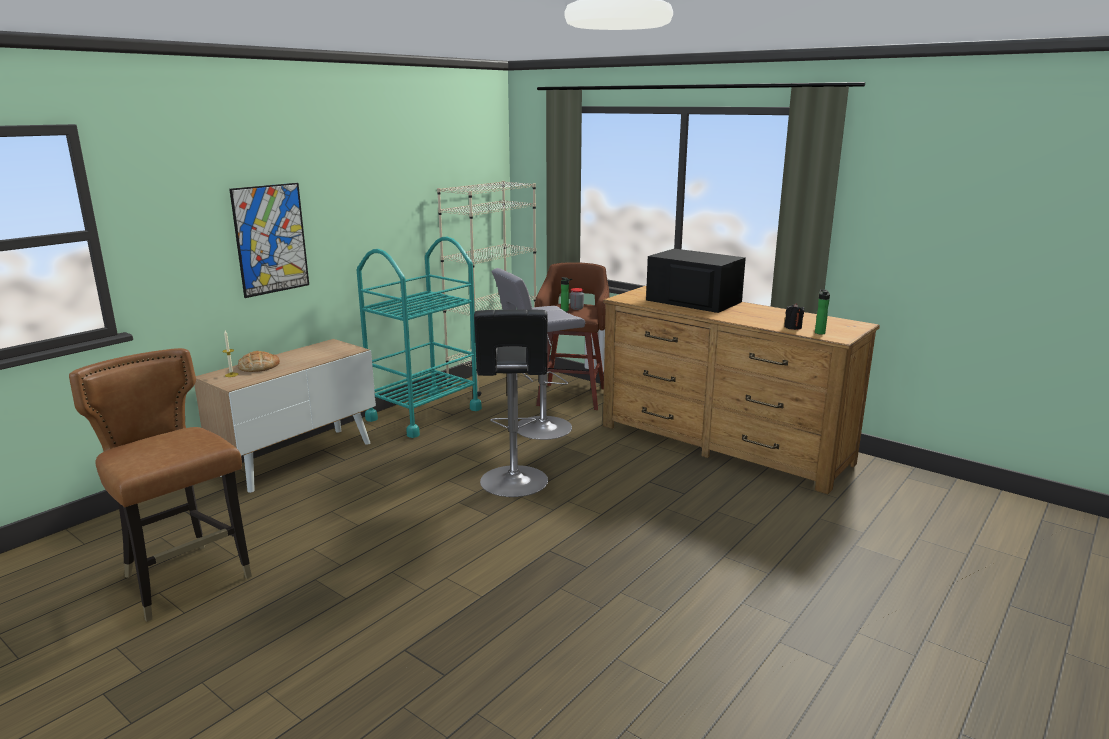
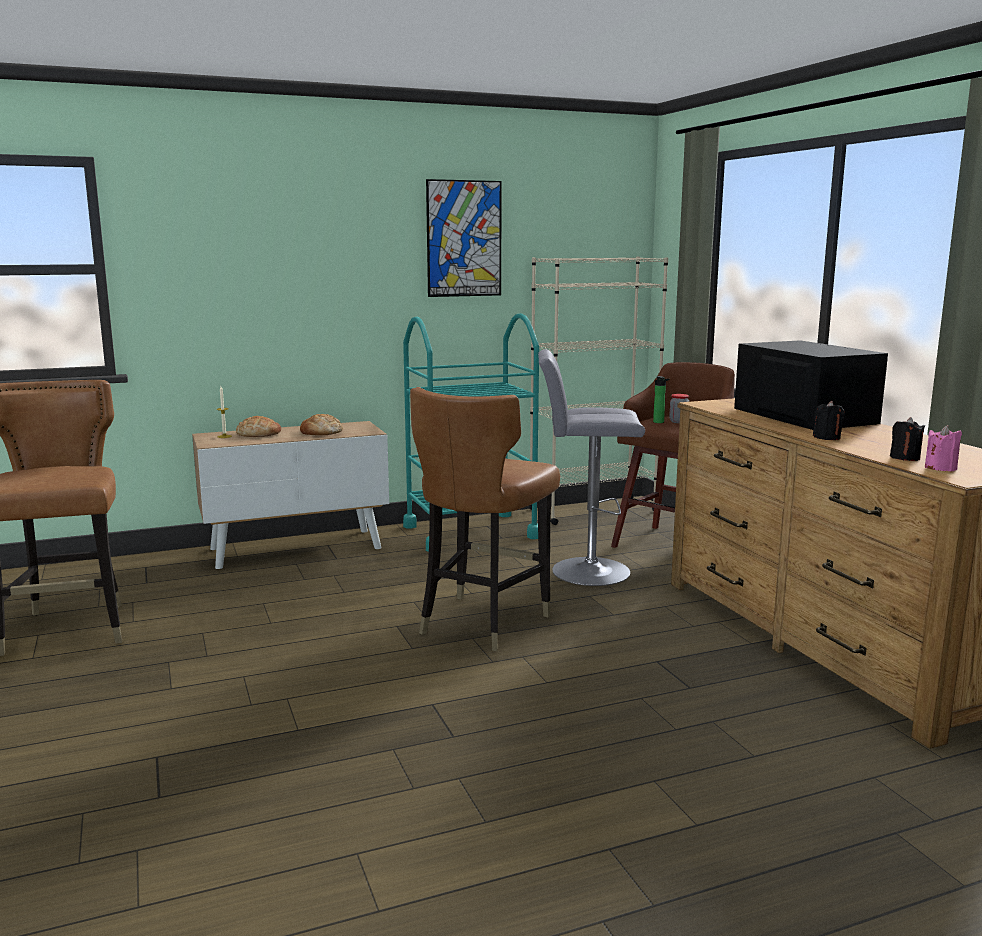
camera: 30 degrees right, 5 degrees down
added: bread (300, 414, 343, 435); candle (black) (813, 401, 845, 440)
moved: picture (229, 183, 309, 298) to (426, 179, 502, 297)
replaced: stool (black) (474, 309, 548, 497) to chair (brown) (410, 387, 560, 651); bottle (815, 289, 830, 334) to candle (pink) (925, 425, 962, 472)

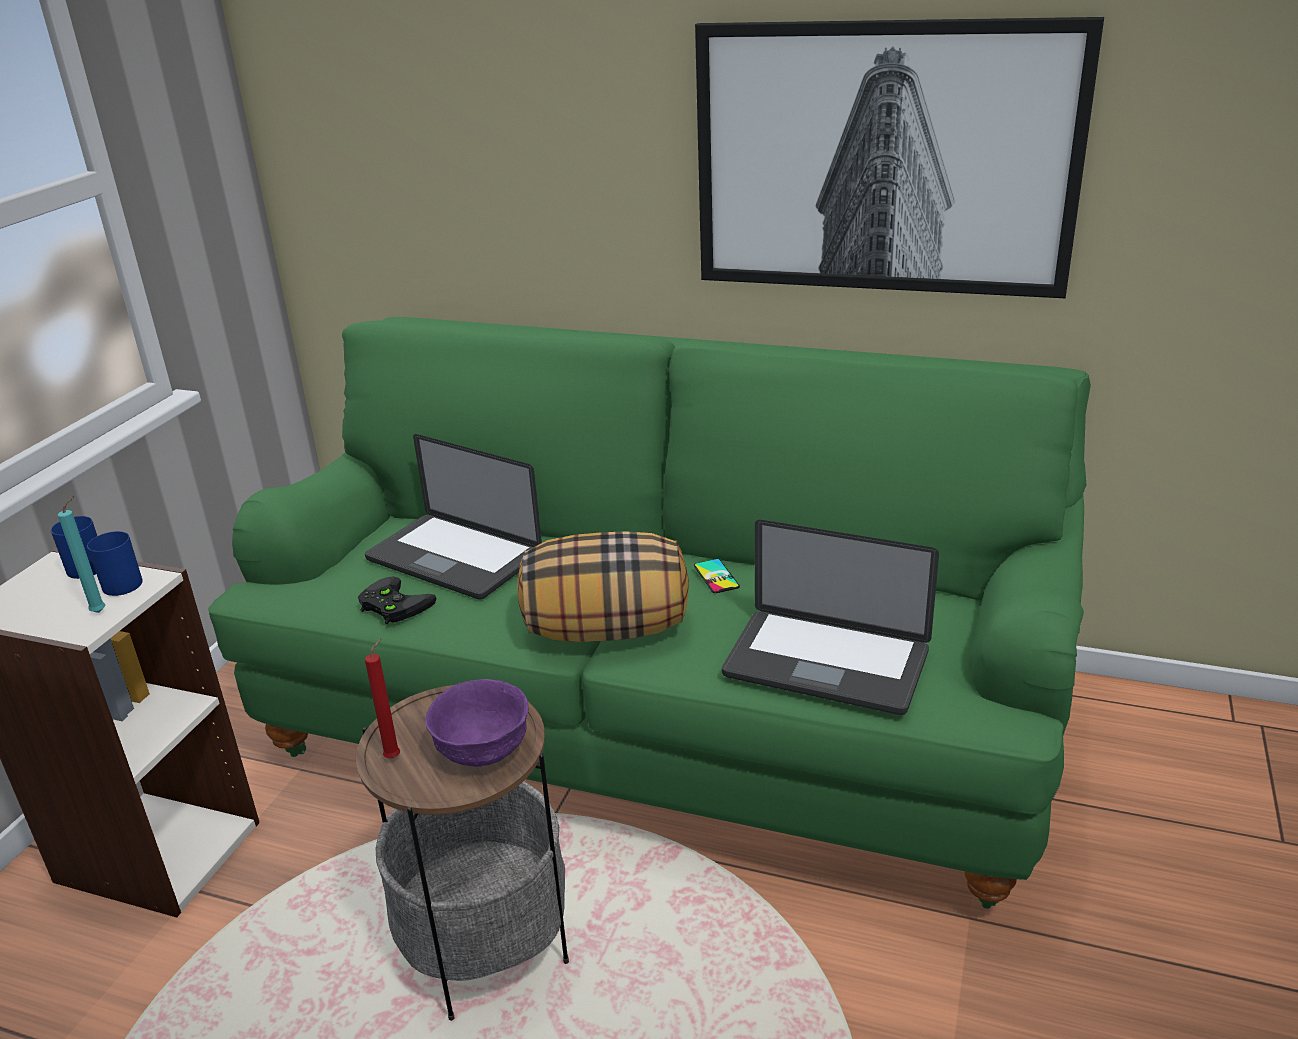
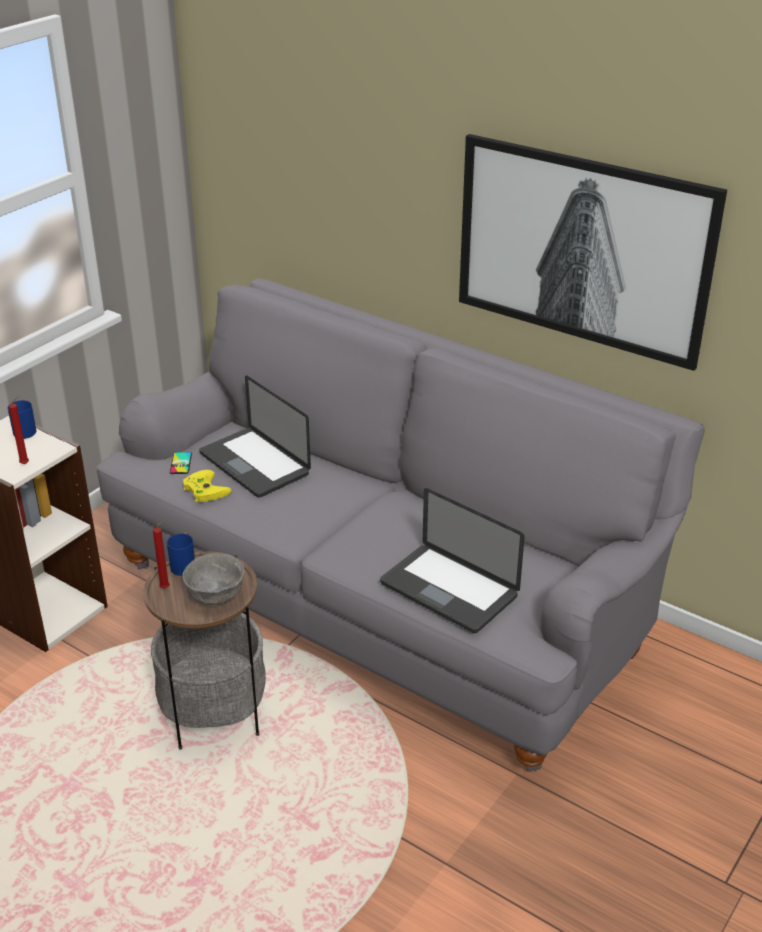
camera: 15 degrees right, 5 degrees up
removed: pillow (517, 531, 689, 642)
moved: mug (blue) (87, 531, 143, 596) to (167, 533, 195, 576); phone (694, 559, 740, 593) to (170, 452, 192, 474)
recoloured: candle (turquoise) (58, 496, 105, 613) to candle (red) (9, 396, 29, 464); sofa (green) (208, 317, 1091, 909) to sofa (grey) (97, 278, 705, 771); game controller (black) (358, 577, 437, 624) to game controller (yellow) (183, 470, 232, 502); bowl (purple) (425, 679, 529, 766) to bowl (grey) (182, 553, 245, 605)

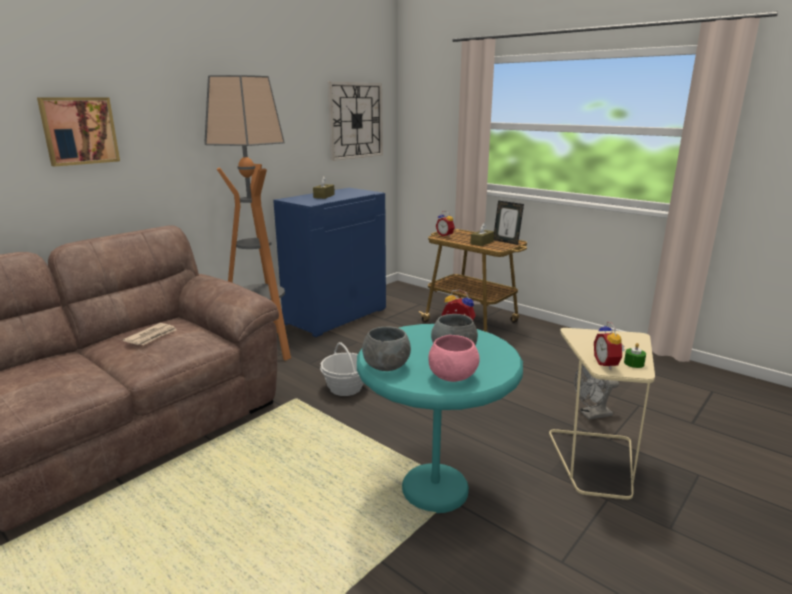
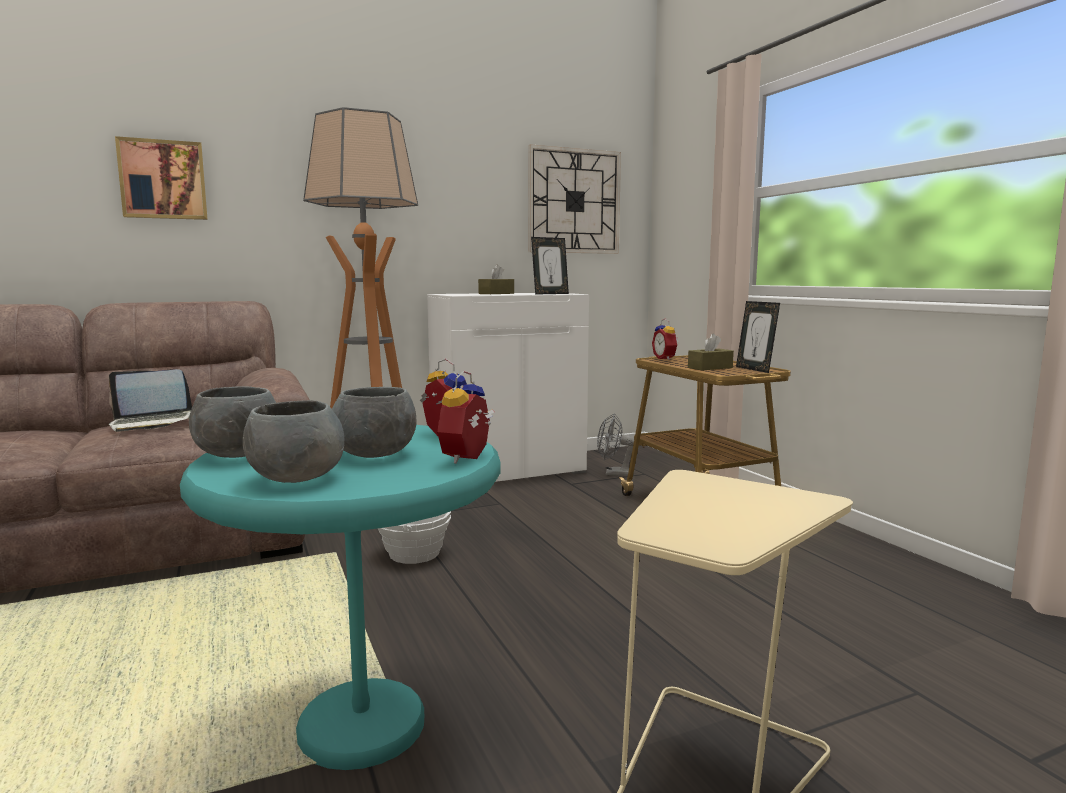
camera: 25 degrees right, 10 degrees down
removed: candle (green) (624, 343, 646, 368)
added: picture frame (531, 237, 569, 295)
moved: fan (grey) (574, 365, 619, 420) to (597, 413, 641, 476); alarm clock (594, 322, 625, 370) to (437, 370, 494, 464)
replaced: newspaper (123, 323, 177, 345) to laptop (109, 369, 192, 432)
recoloured: cabinet (blue) (273, 188, 386, 337) to cabinet (white) (427, 293, 589, 482); bowl (pink) (429, 335, 480, 382) to bowl (grey) (243, 400, 345, 483)

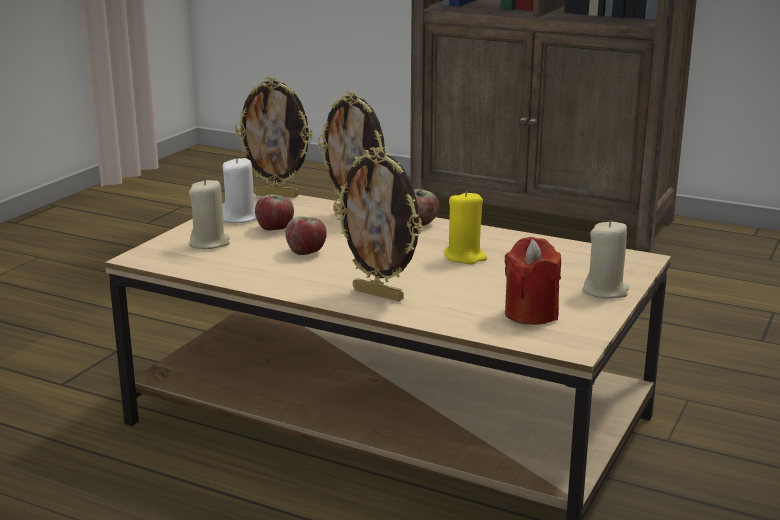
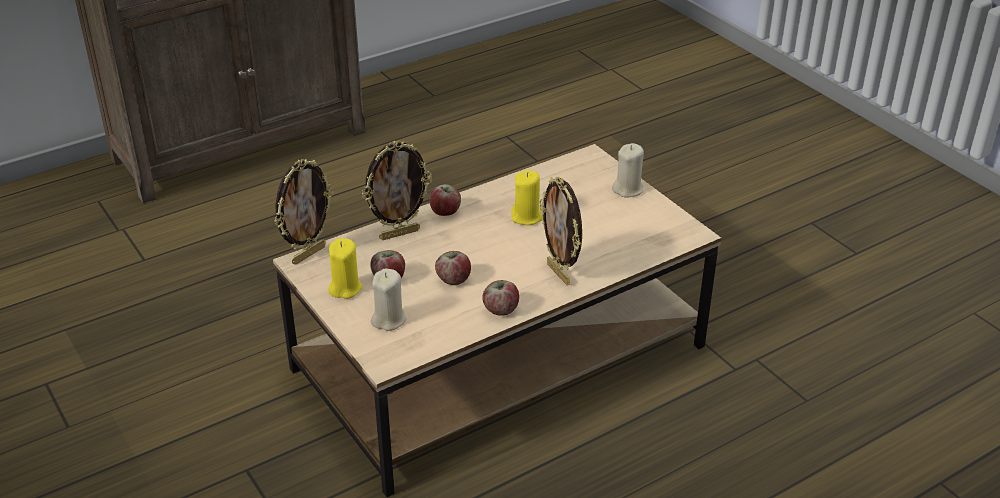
camera: 60 degrees left, 15 degrees up
removed: candle (red) (505, 237, 561, 325)
added: apple (482, 280, 519, 316)
recoloured: candle (white) (222, 157, 257, 223) to candle (yellow) (328, 238, 363, 299)
turned: picture frame (334, 147, 423, 301) = (539, 177, 582, 286) 90 degrees clockwise

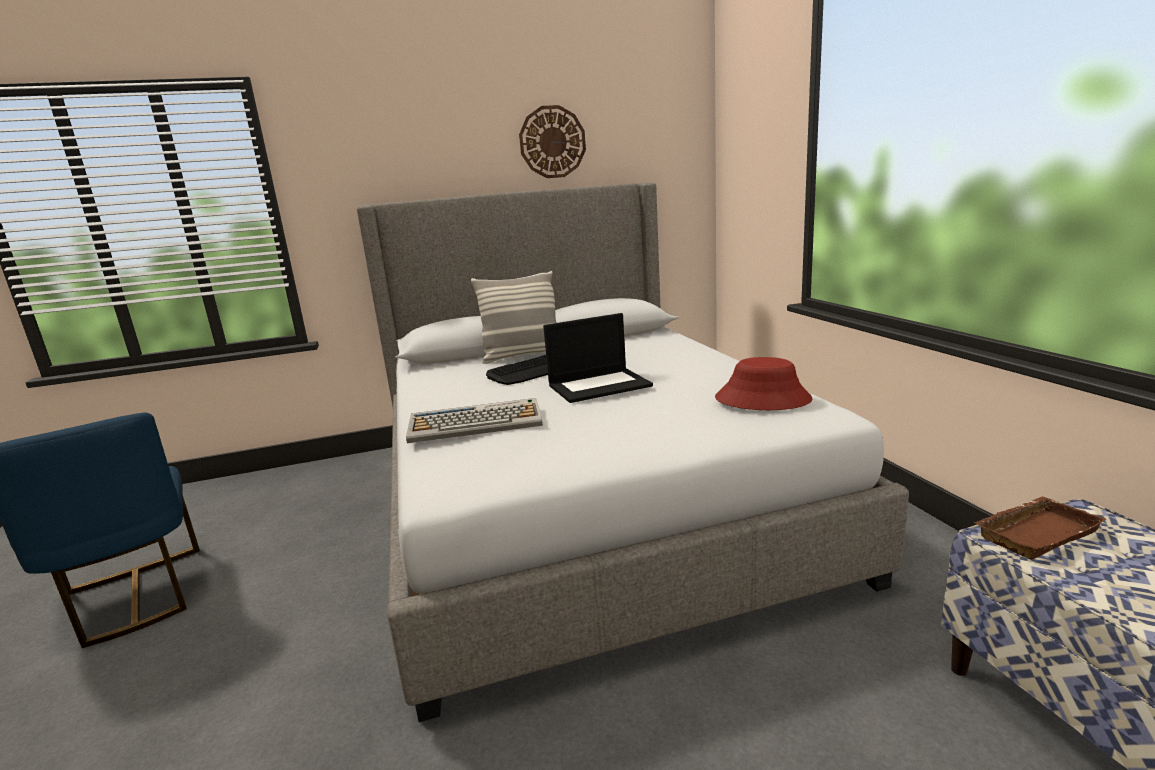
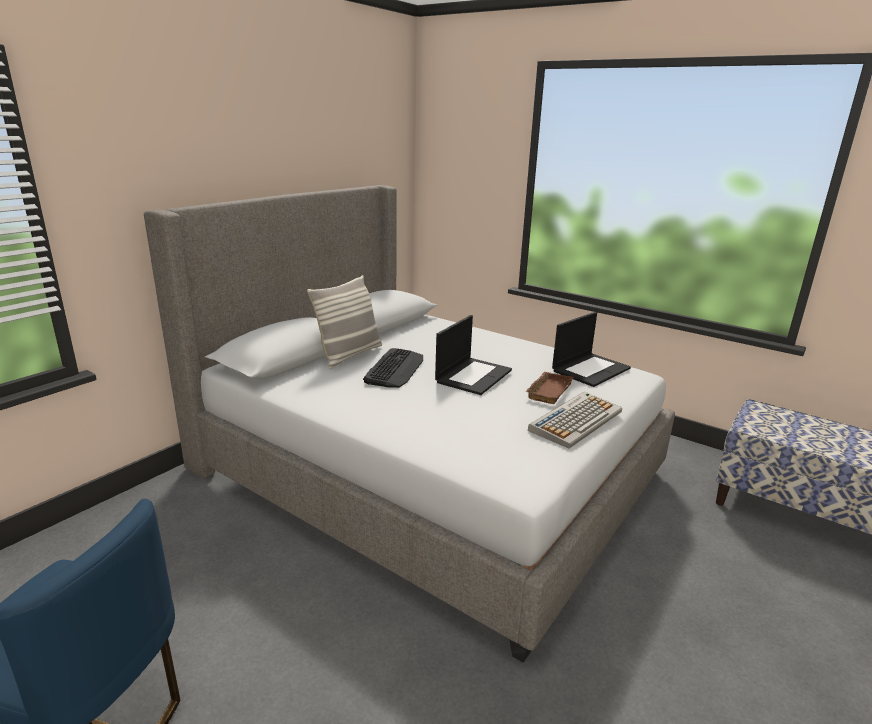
camera: 40 degrees left, 5 degrees up
removed: wall clock (519, 105, 586, 178)
moved: keyboard (406, 398, 543, 443) to (528, 391, 622, 449); tray (brown) (973, 497, 1106, 559) to (525, 372, 574, 404)
replaced: hat (red) (715, 357, 812, 410) to laptop (552, 312, 631, 387)

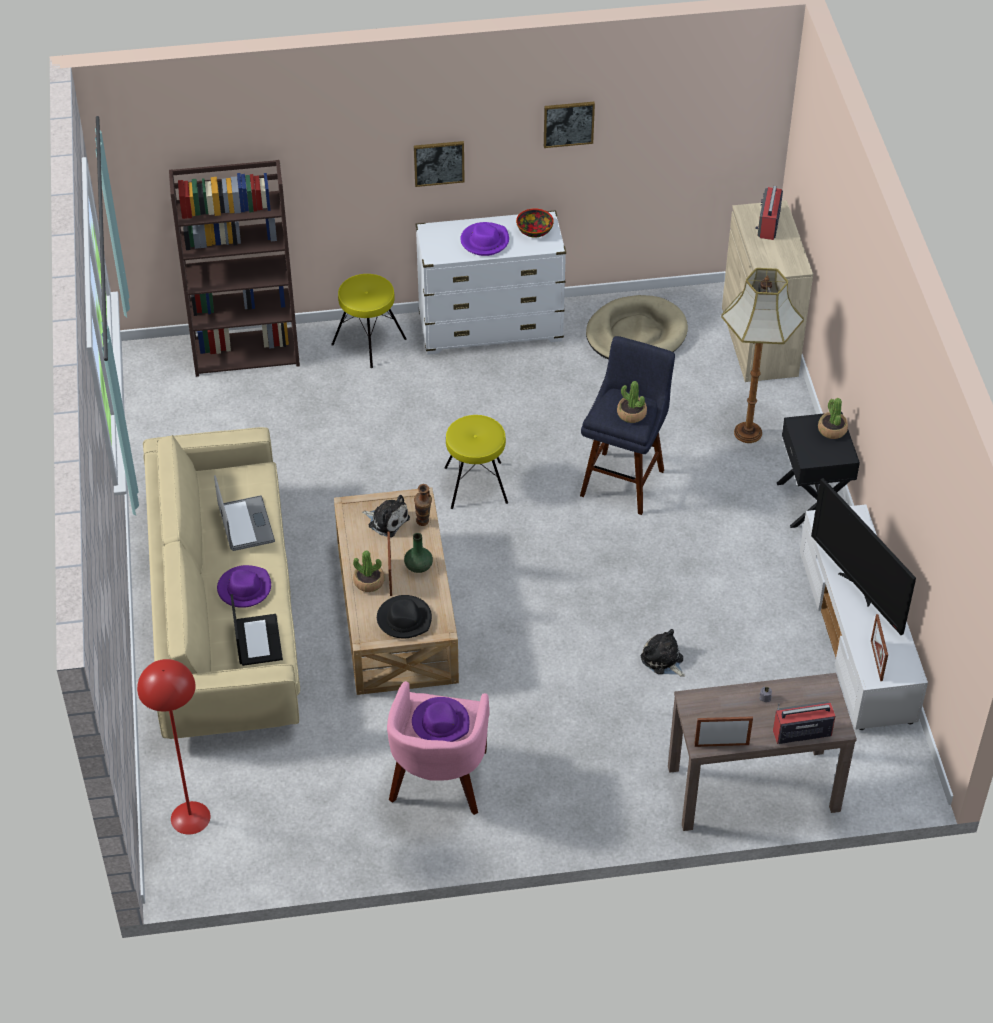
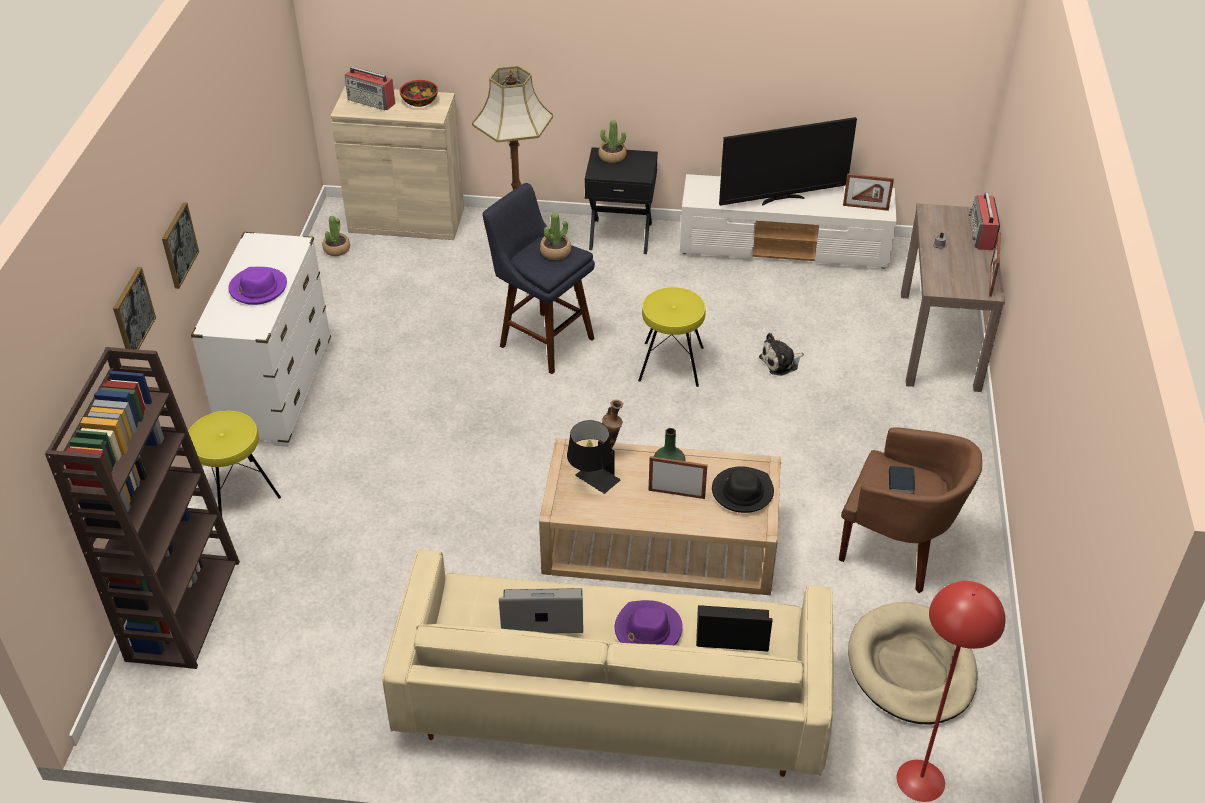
camera: 75 degrees left, 5 degrees down
moved: potted plant (353, 551, 385, 592) to (322, 216, 350, 256); stool (yellow) (445, 415, 508, 509) to (638, 287, 706, 387); bowl (516, 208, 554, 237) to (400, 80, 438, 107); picture (544, 102, 595, 148) to (113, 267, 156, 360); dog bed (beige) (586, 295, 688, 359) to (848, 602, 978, 725)
replaced: plush toy (362, 495, 410, 537) to table lamp (black) (567, 420, 621, 494); hat (purple) (412, 697, 469, 742) to book (889, 466, 915, 494)
recoloured: armchair (pink) (387, 681, 490, 815) to armchair (brown) (839, 427, 982, 593)

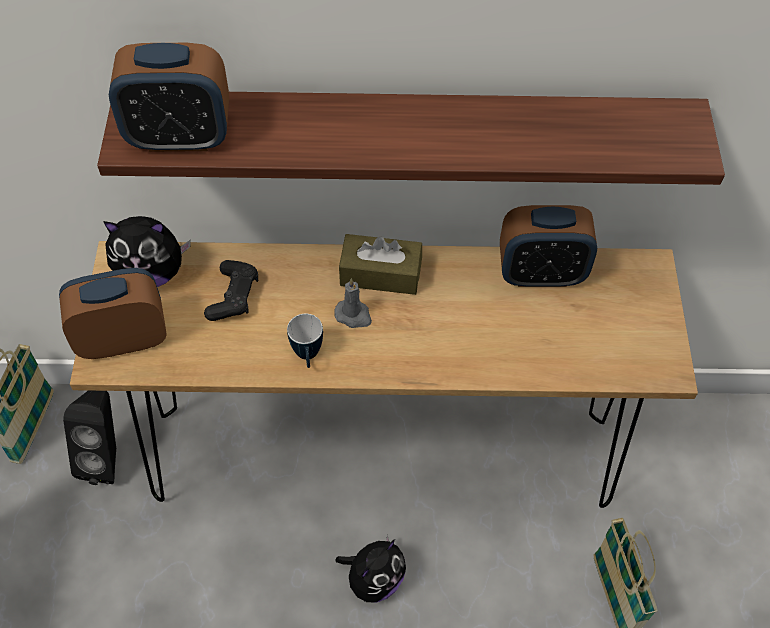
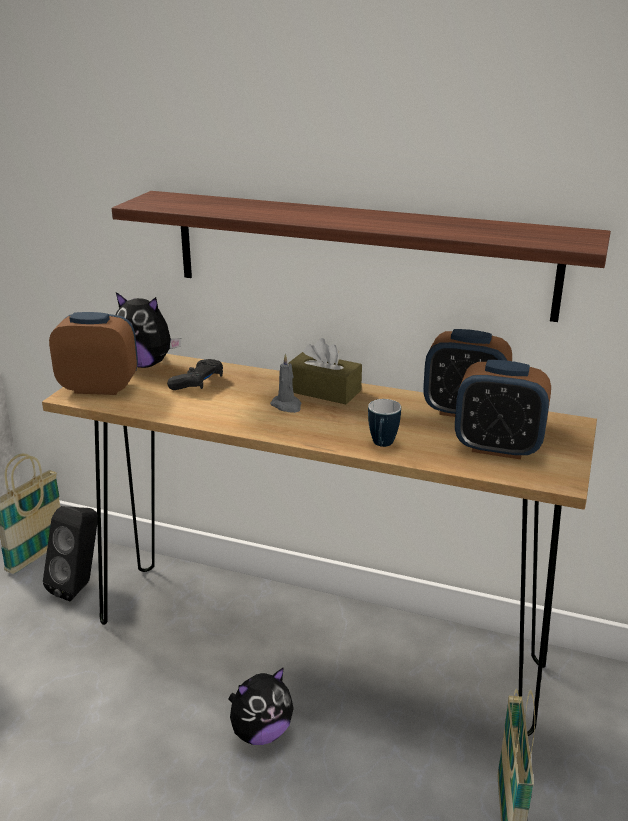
camera: 20 degrees right, 30 degrees down
moved: alarm clock (109, 43, 229, 152) to (455, 360, 551, 459); mug (287, 314, 323, 368) to (368, 399, 401, 447)

